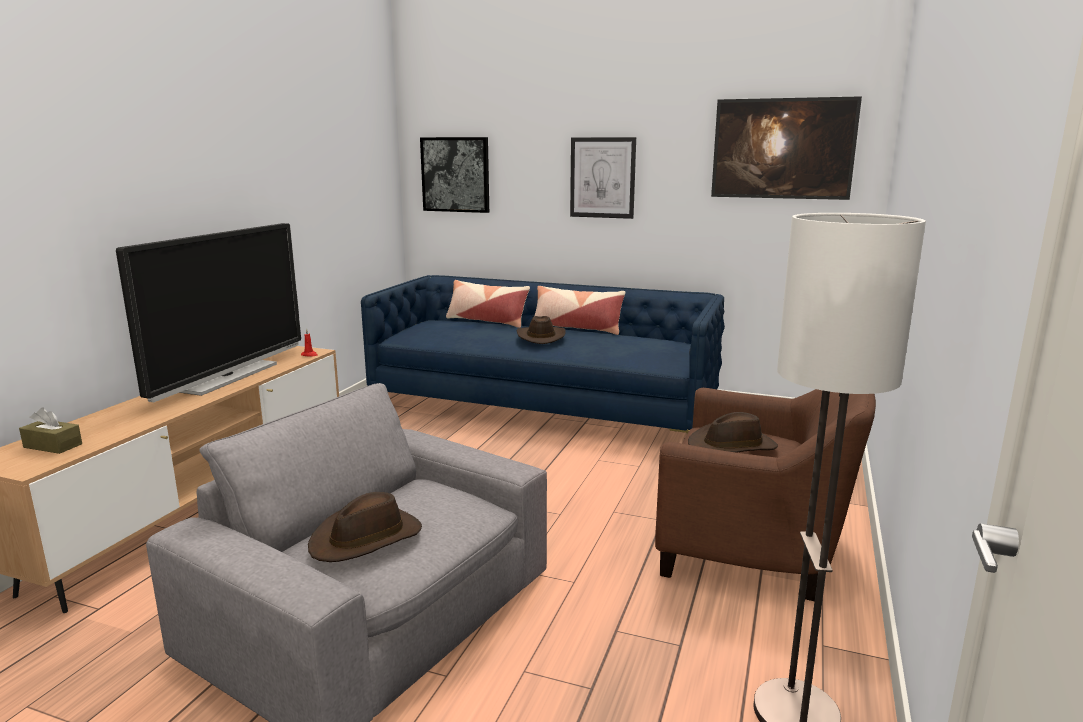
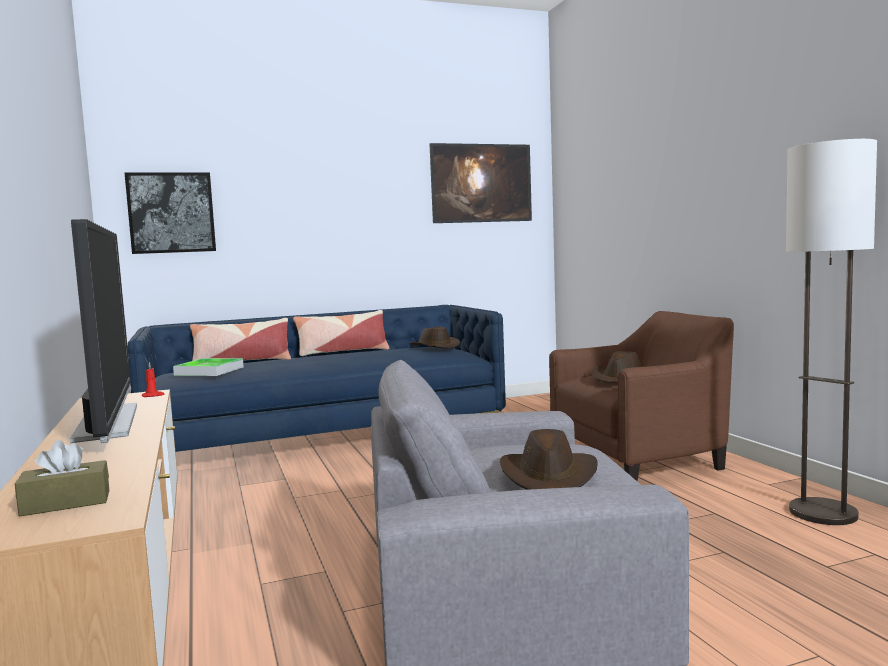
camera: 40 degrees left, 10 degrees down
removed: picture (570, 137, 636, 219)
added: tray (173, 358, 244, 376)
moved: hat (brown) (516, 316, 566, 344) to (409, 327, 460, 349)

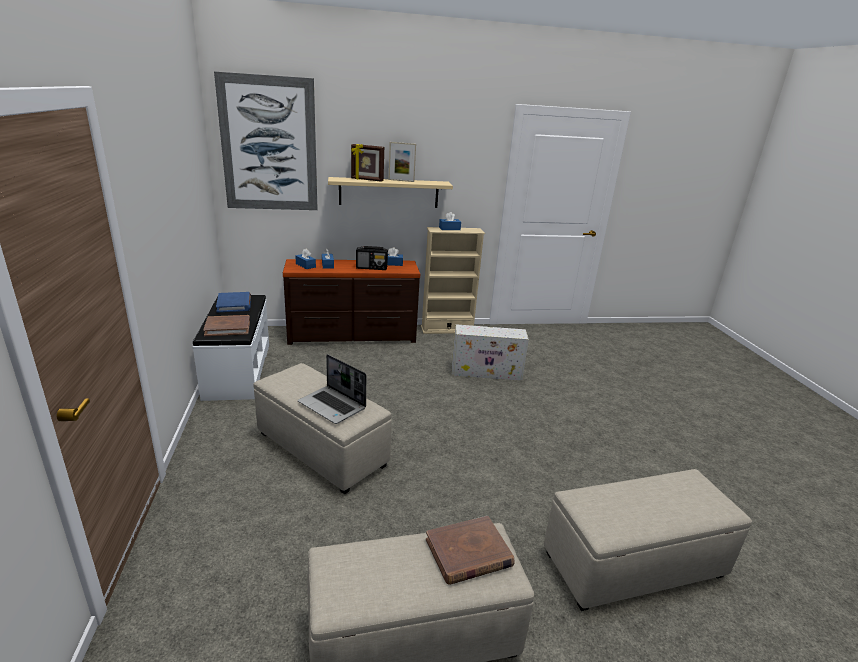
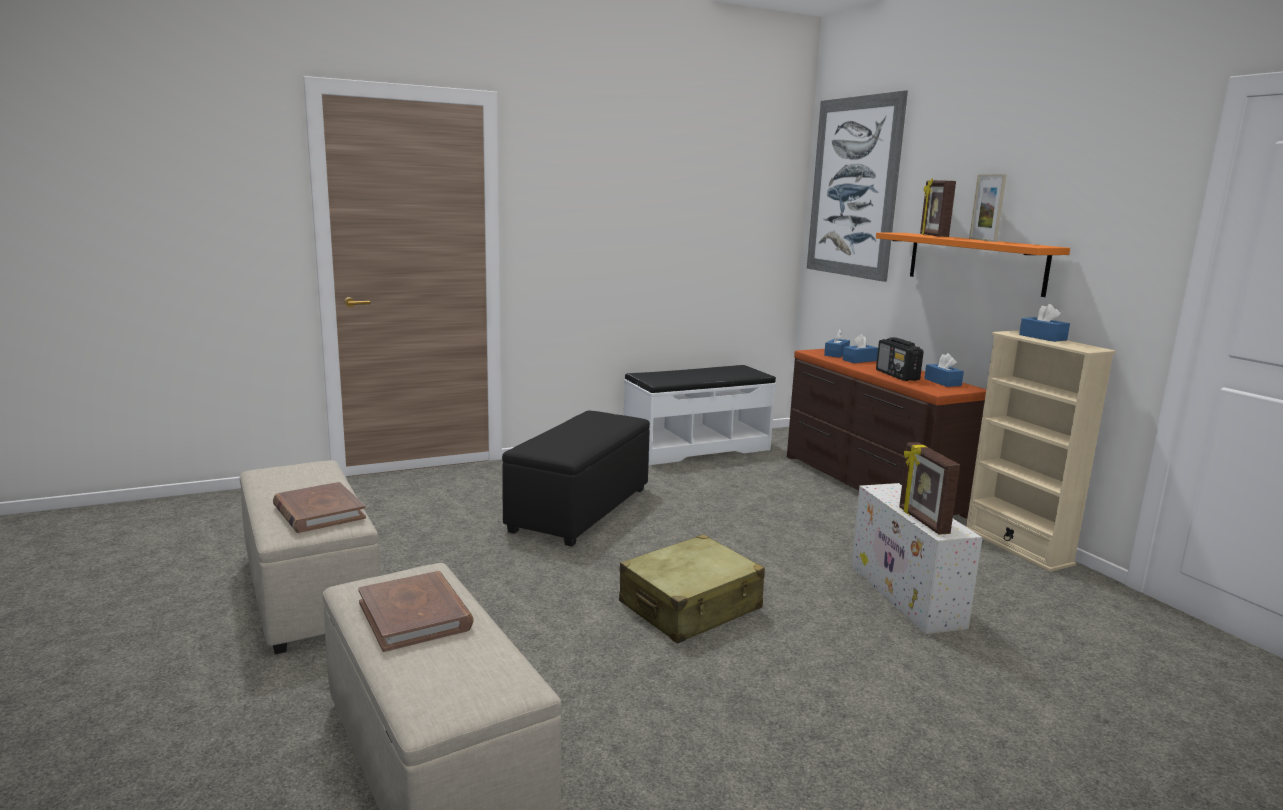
camera: 75 degrees right, 10 degrees down
removed: book (blue) (216, 292, 251, 313); laptop (298, 354, 366, 424)
added: suitcase (beige) (619, 534, 765, 644); picture frame (899, 442, 960, 535)
moved: book (brown) (203, 315, 250, 336) to (358, 571, 474, 652)
recoloured: ottoman (beige) (253, 363, 392, 494) to ottoman (black) (502, 411, 650, 547); shelf (beige) (328, 177, 453, 208) to shelf (orange) (876, 233, 1070, 297)

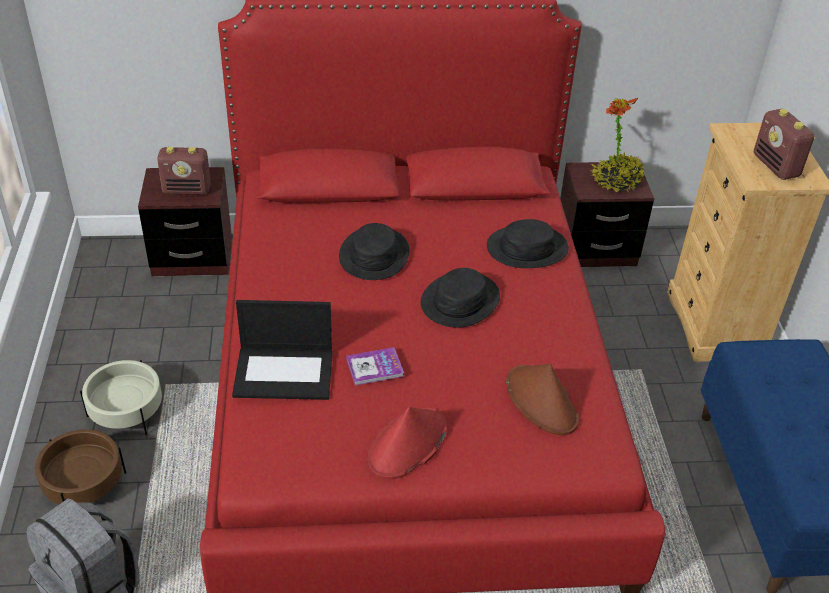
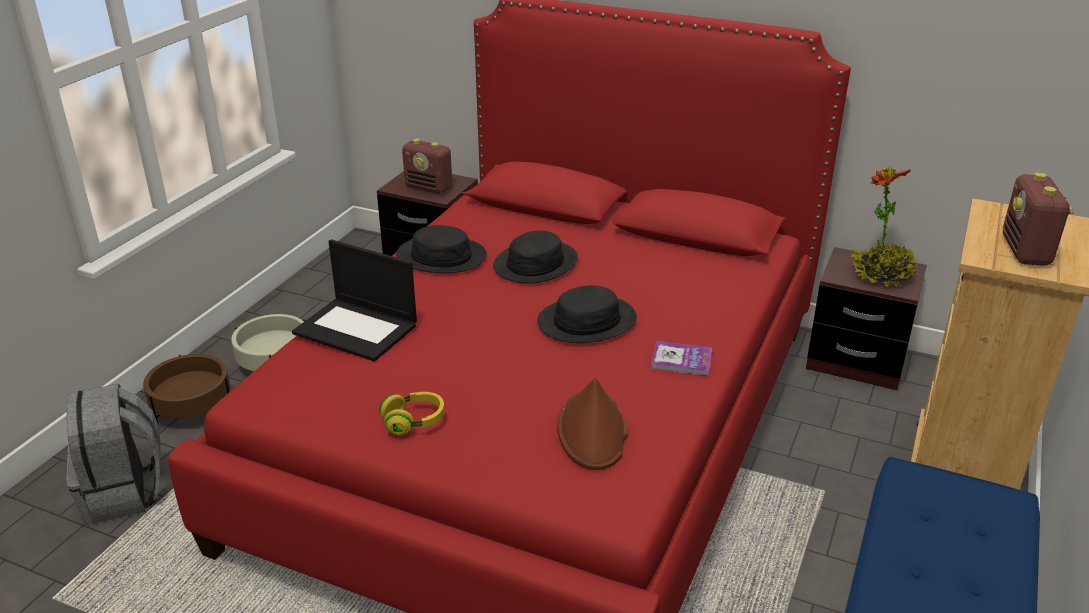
camera: 30 degrees right, 10 degrees down
moved: book (346, 347, 404, 386) to (651, 341, 712, 376); hat (black) (487, 219, 569, 268) to (396, 225, 487, 273)
replaced: hat (red) (368, 407, 447, 479) to headphones (yellow) (379, 392, 445, 436)

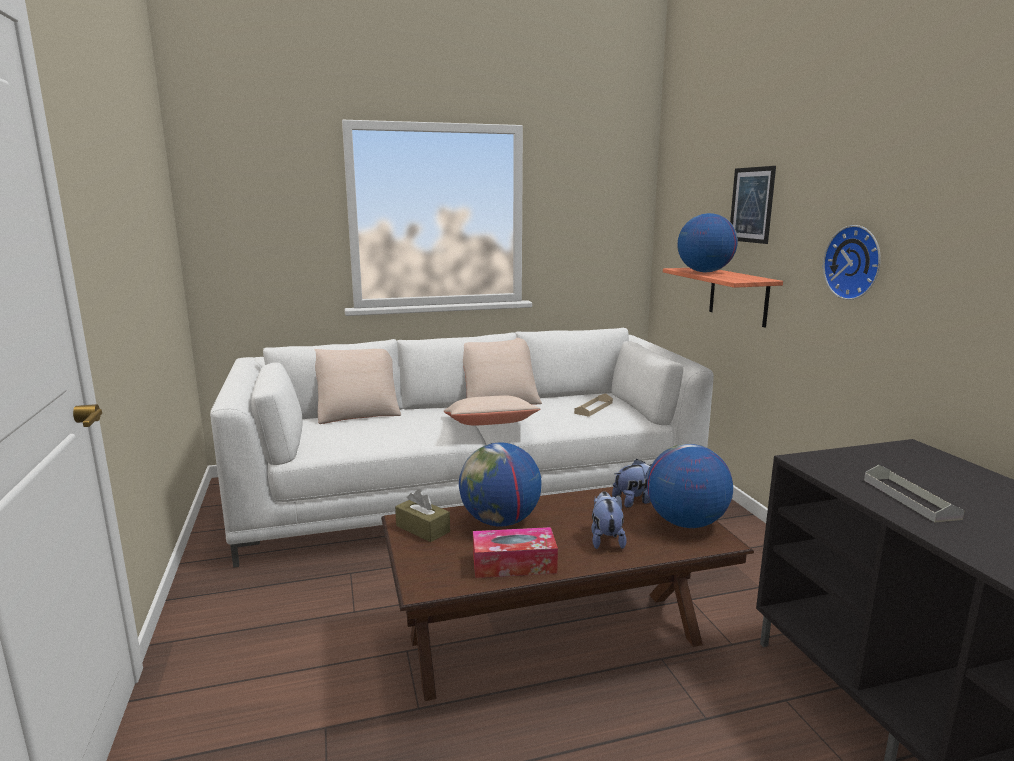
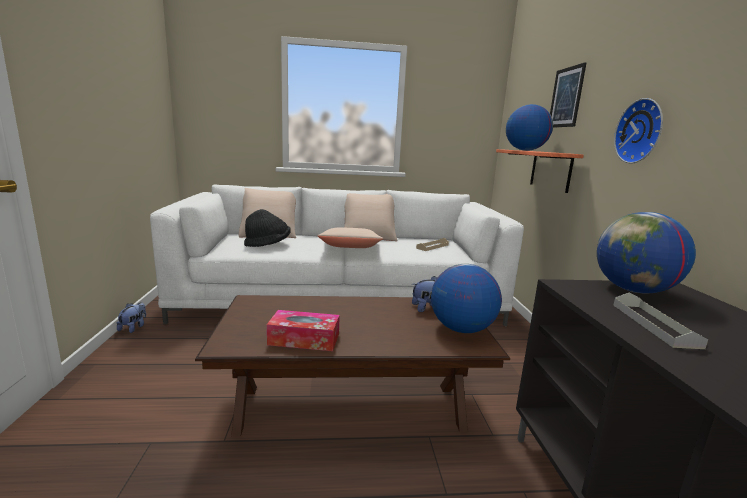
camera: 10 degrees right, 0 degrees up
removed: tissue box (brown) (395, 489, 450, 542)
added: hat (black) (244, 209, 291, 247)
moved: globe (459, 442, 542, 527) to (597, 212, 696, 294); plush toy (591, 491, 627, 549) to (117, 302, 146, 333)

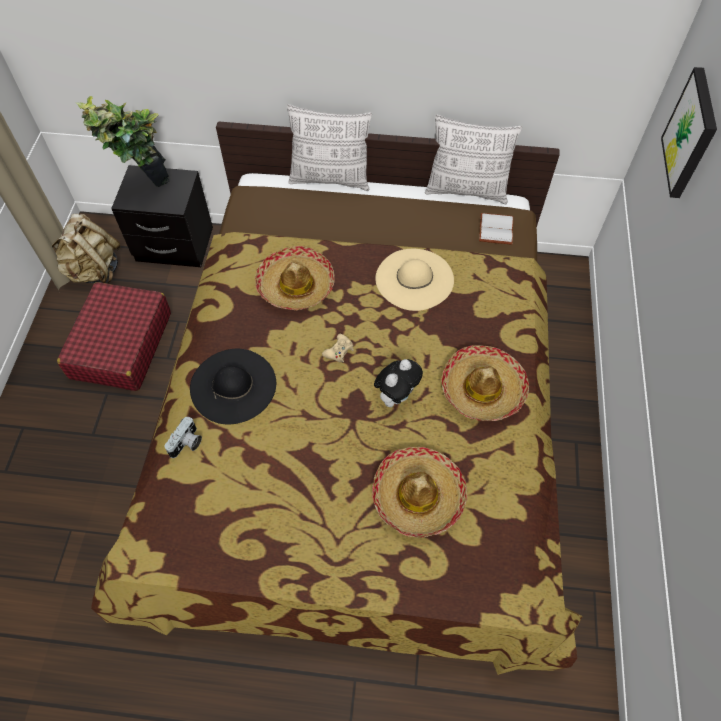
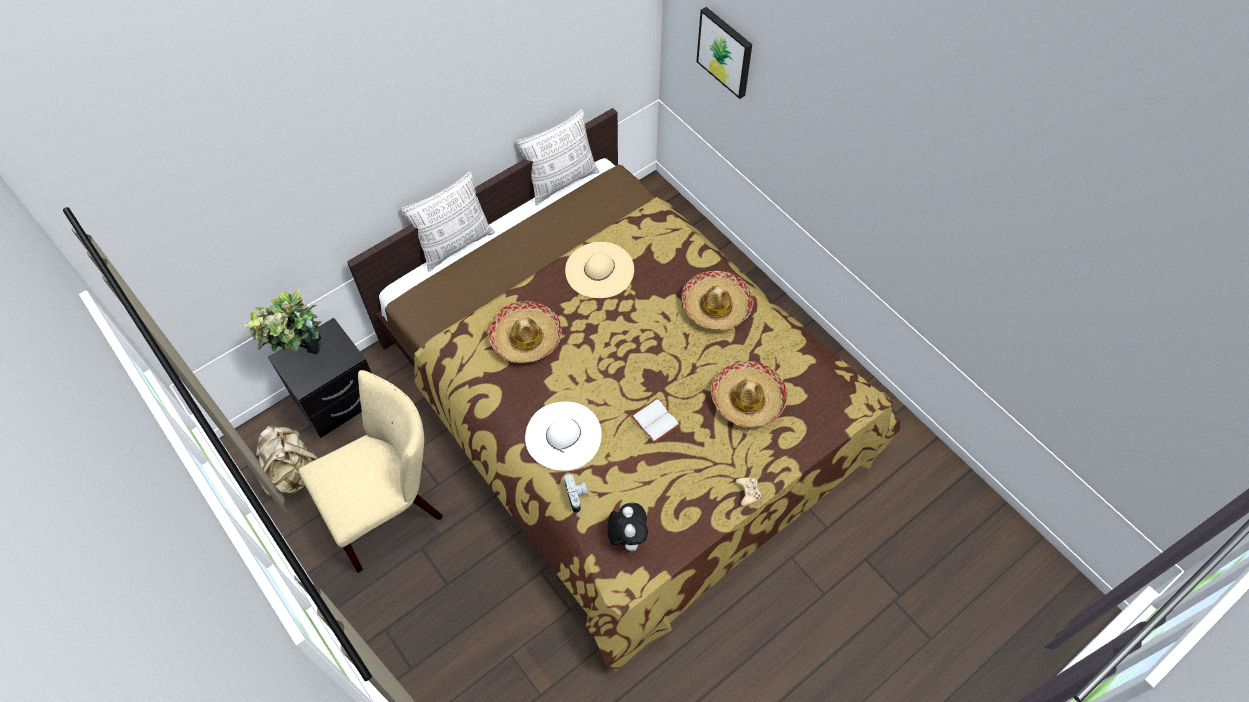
camera: 45 degrees left, 0 degrees up
moved: game controller (beige) (322, 334, 354, 363) to (736, 478, 761, 506); plush toy (374, 359, 423, 407) to (608, 503, 648, 551); book (white) (479, 213, 513, 245) to (631, 398, 680, 443)
replaced: suitcase (red) (57, 282, 171, 391) to chair (beige) (299, 370, 443, 573)
recoloured: hat (black) (190, 349, 276, 425) to hat (white) (525, 402, 602, 471)

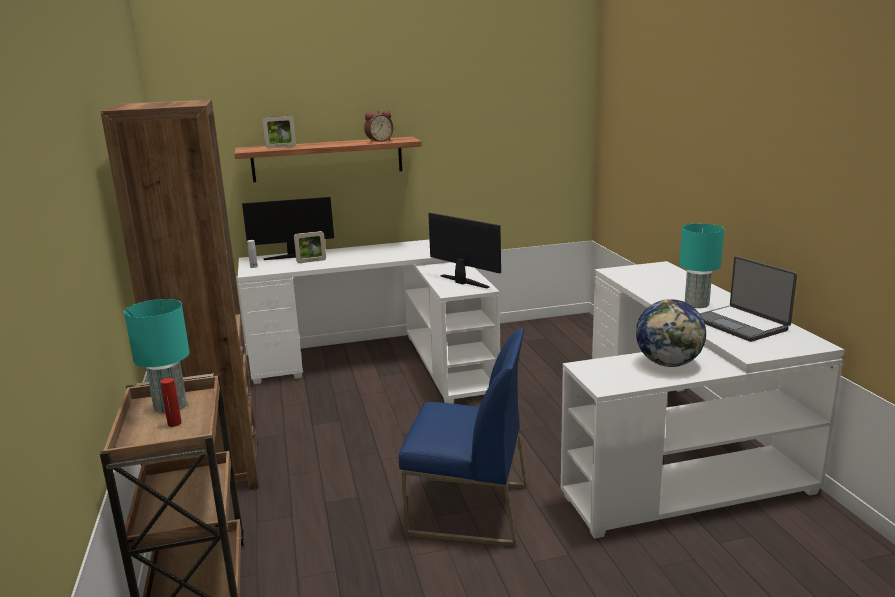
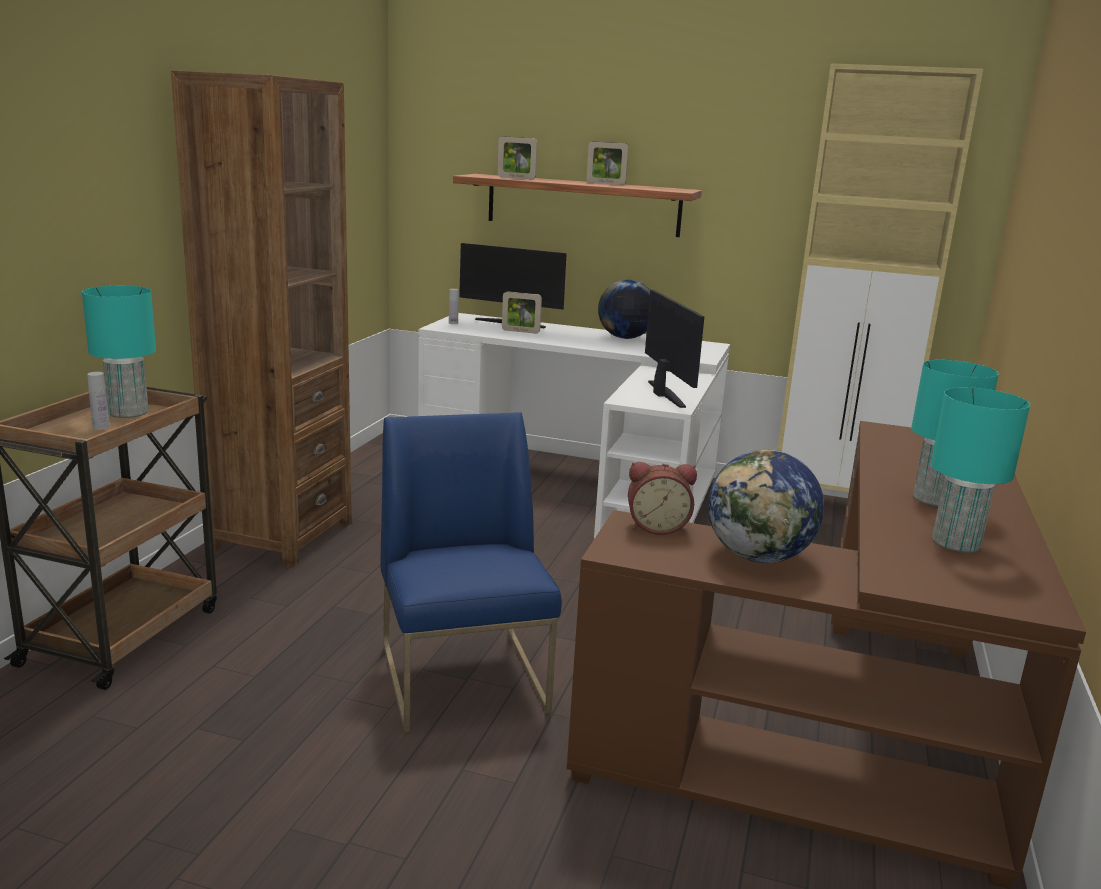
camera: 30 degrees right, 0 degrees up
added: picture frame (586, 141, 629, 185); globe (598, 279, 650, 339); cabinet (beige) (777, 63, 983, 492)
moved: alarm clock (364, 110, 393, 142) to (628, 462, 697, 535)
replaced: laptop (700, 256, 797, 342) to table lamp (turquoise) (931, 387, 1030, 553)
recoloured: bottle (red) (160, 378, 182, 427) to bottle (white) (87, 372, 110, 430); desk (white) (561, 261, 845, 539) to desk (brown) (567, 421, 1086, 889)
turned: chair (blue) (399, 328, 527, 547) = (381, 412, 562, 733) 150 degrees counterclockwise

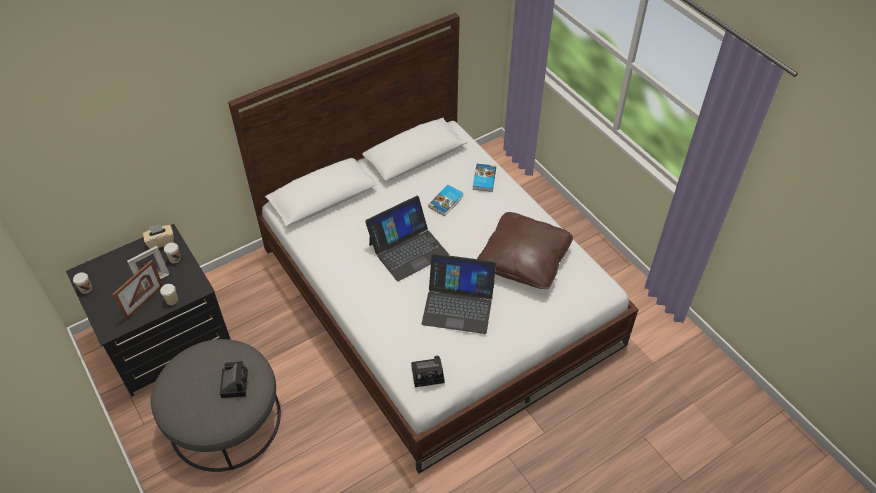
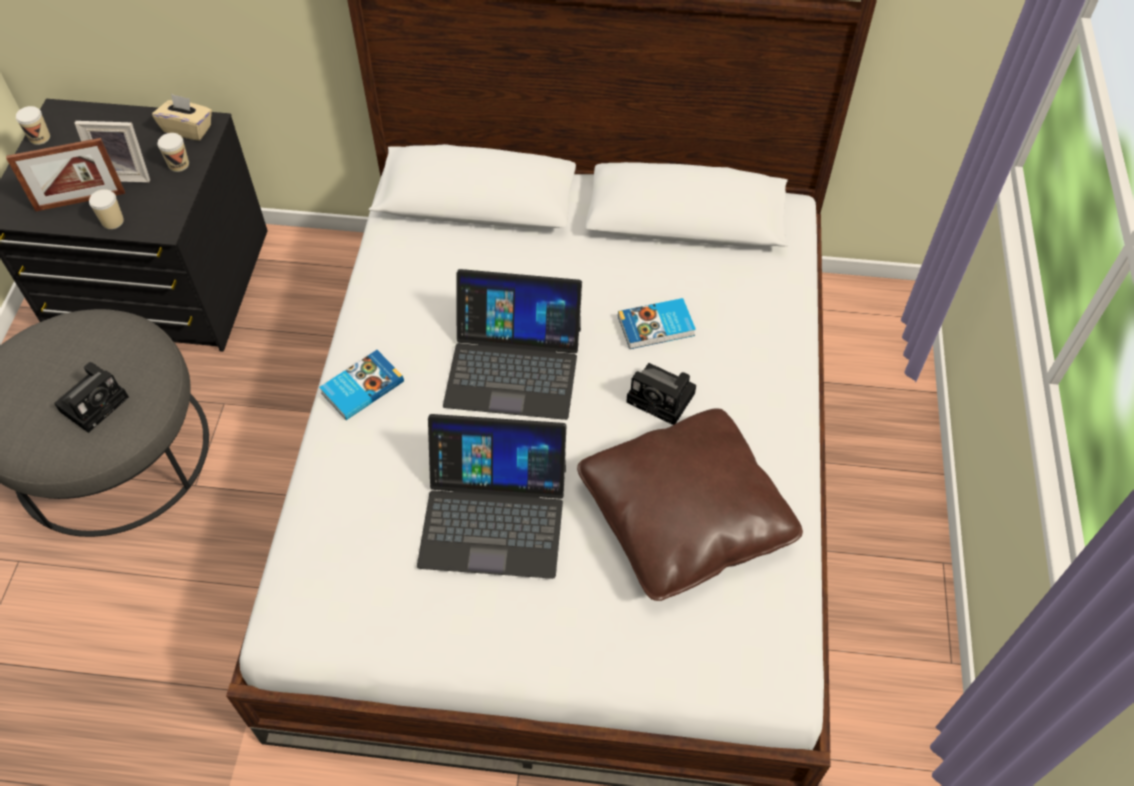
camera: 40 degrees right, 5 degrees up
moved: photo camera (411, 356, 444, 387) to (626, 363, 696, 425); book (473, 164, 496, 192) to (319, 350, 404, 420)
turned: laptop (422, 254, 496, 334) = (417, 414, 566, 579) 45 degrees counterclockwise

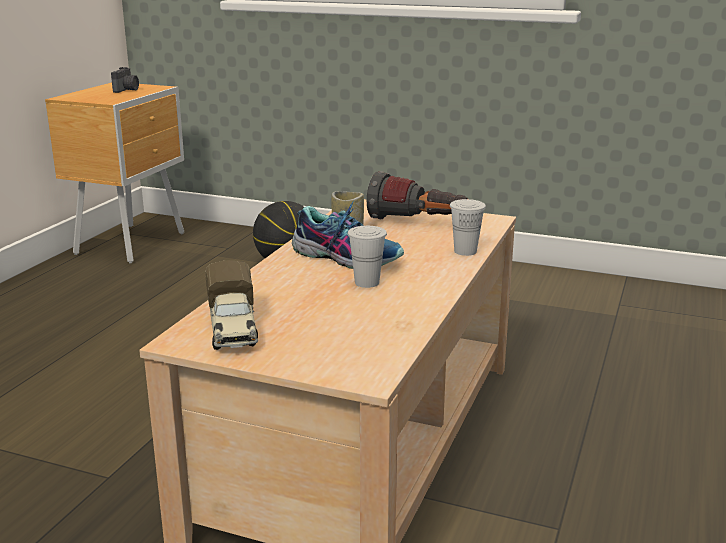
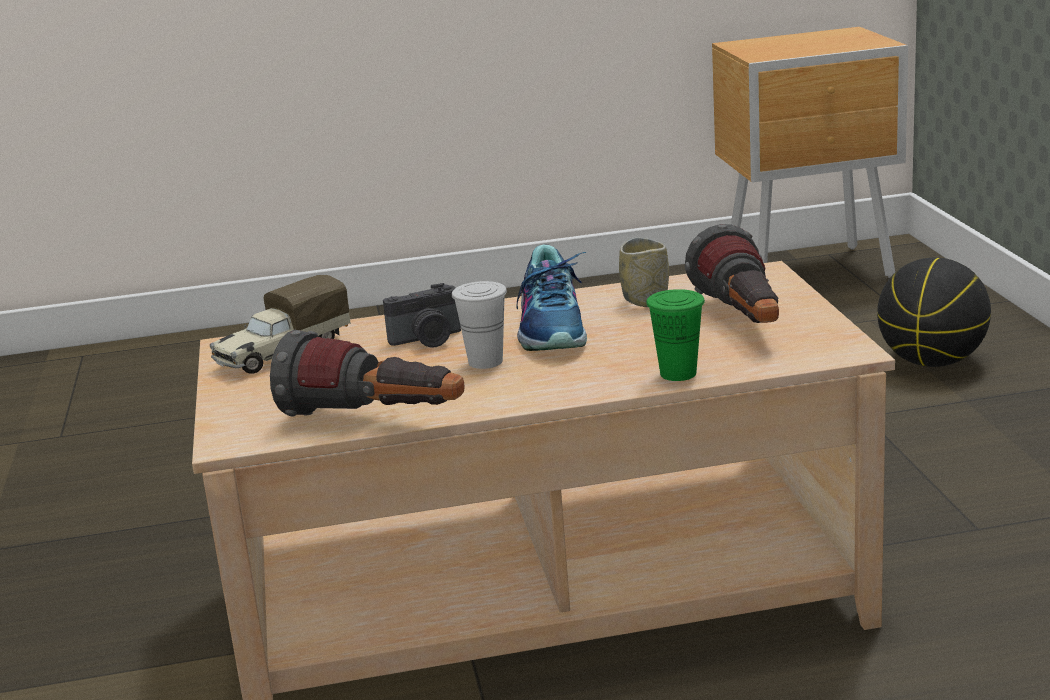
camera: 60 degrees right, 0 degrees up
added: flashlight (270, 329, 465, 416)
moved: photo camera (111, 67, 139, 93) to (383, 283, 461, 348)
recoloured: cup (white) (450, 199, 486, 256) to cup (green) (646, 289, 705, 381)

